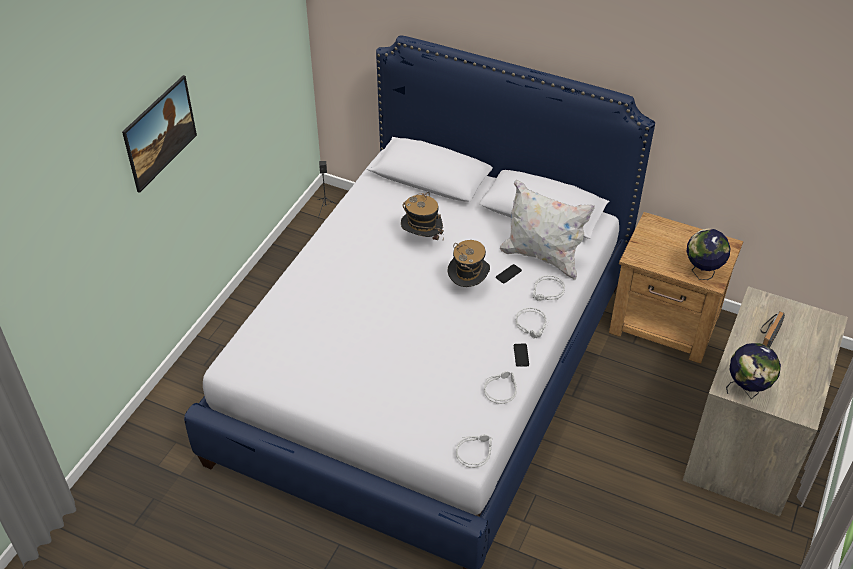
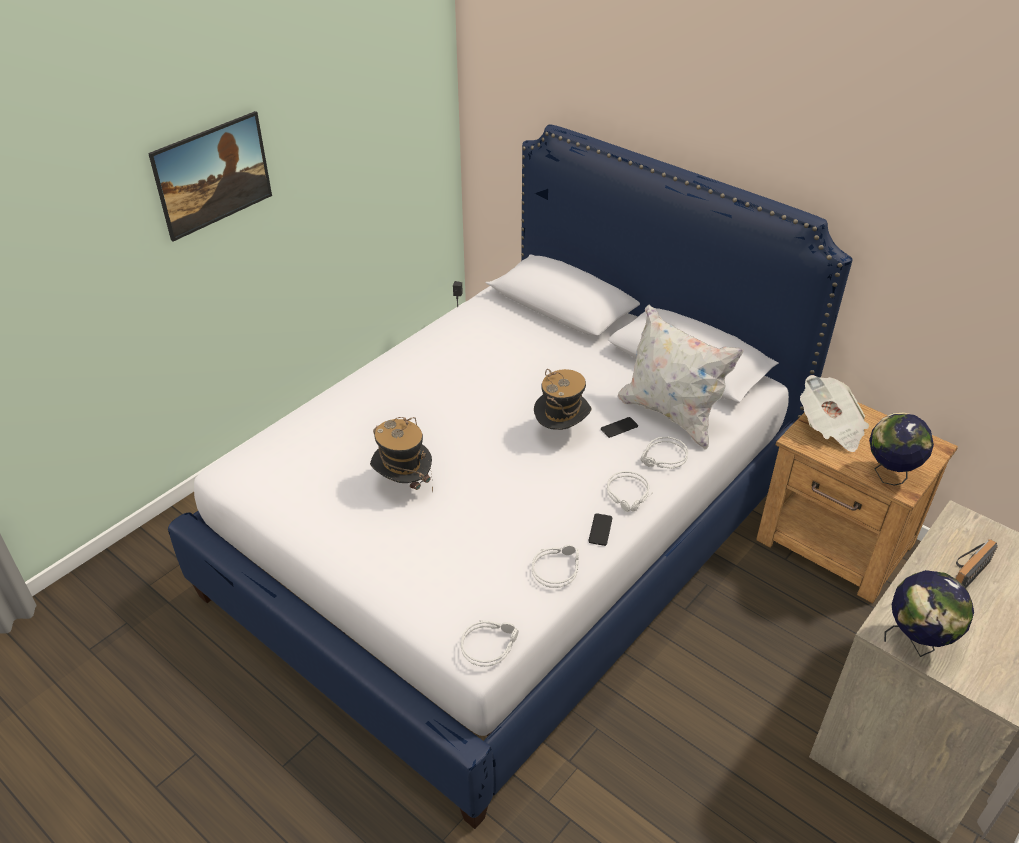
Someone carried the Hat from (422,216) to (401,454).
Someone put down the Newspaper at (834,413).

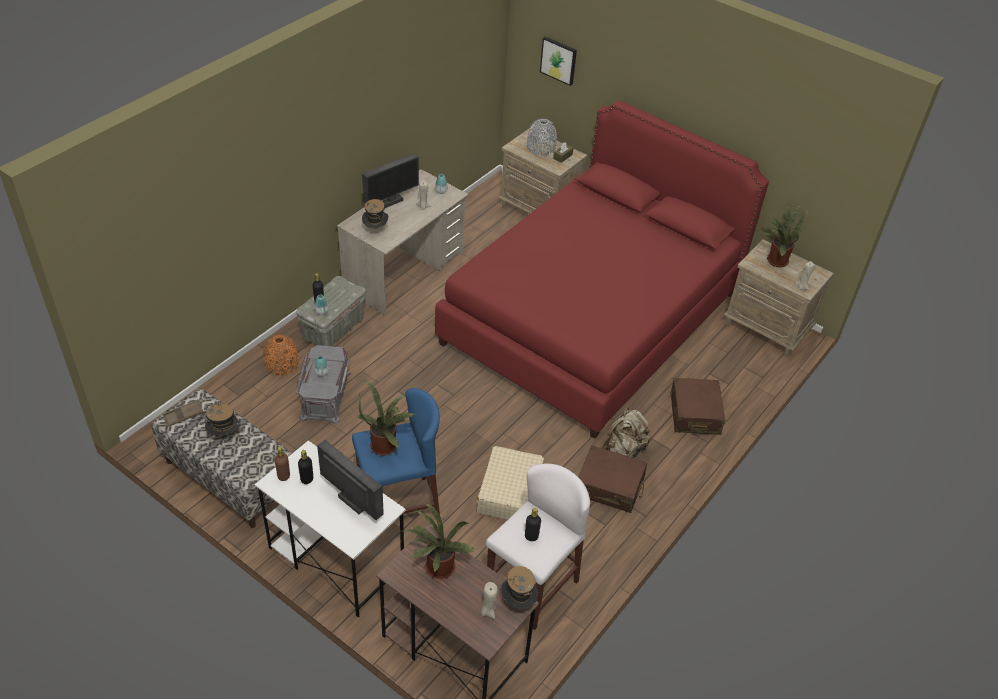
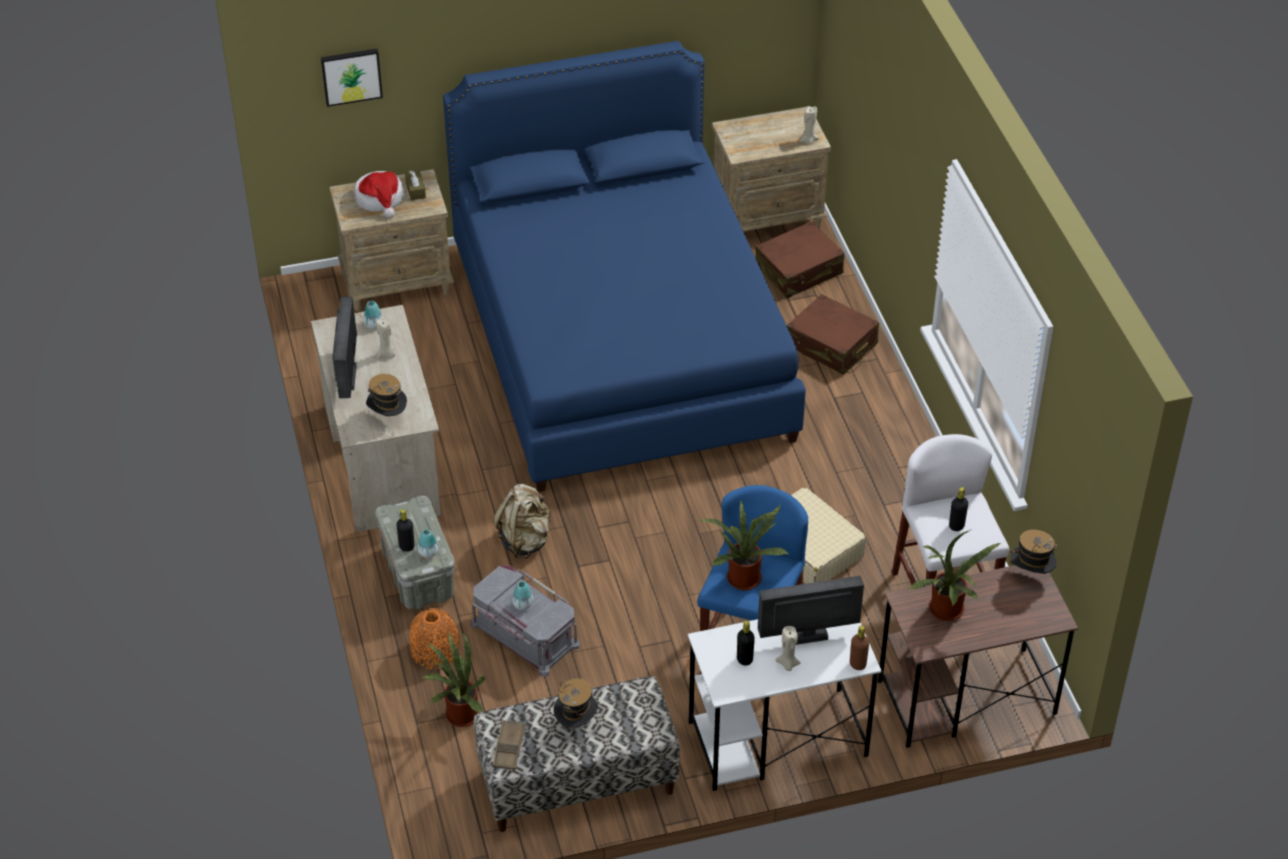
Someone swapped the GreyVase at (542,137) for the Hat at (379,194).
Someone carried the PottedPlant from (785,234) to (453,679).
Someone repainted the RedBed at (602,269), which became the BlueBed at (624,266).
Someone carried the BeigeBackpack from (627,432) to (522,521).
Someone carried the BrownSuitcase from (612,479) to (800,259).
Someone carried the BeigeCandle from (489,600) to (788,648).
Someone carried the BrownBottle from (282,464) to (859,647).

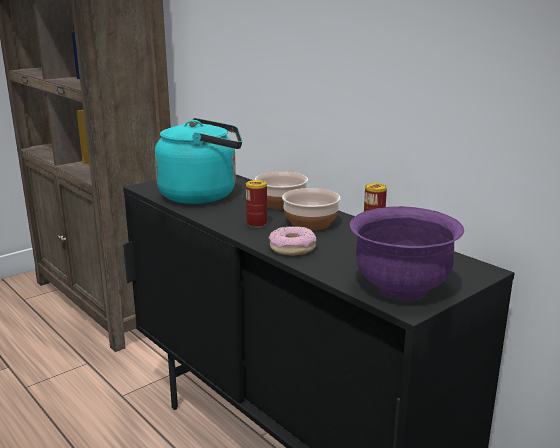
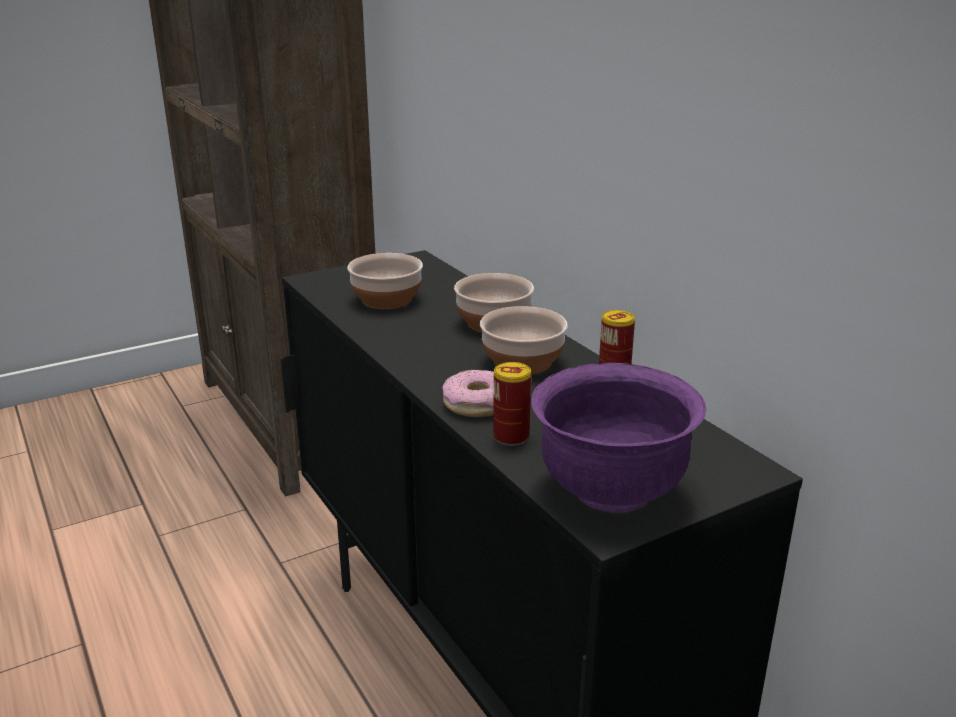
Someone swapped the TurquoiseKettle at (198,161) for the Bowl at (385,281).
Someone carried the Can from (256,204) to (512,404).

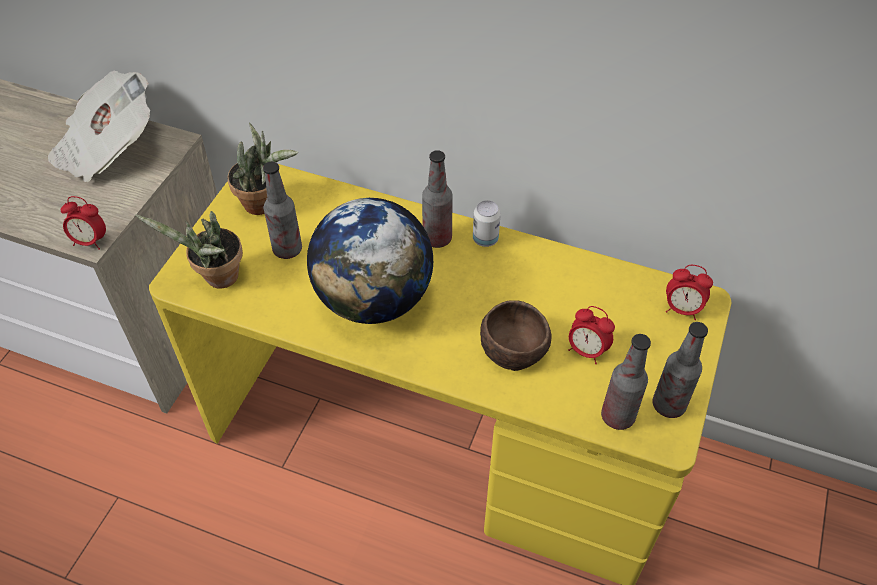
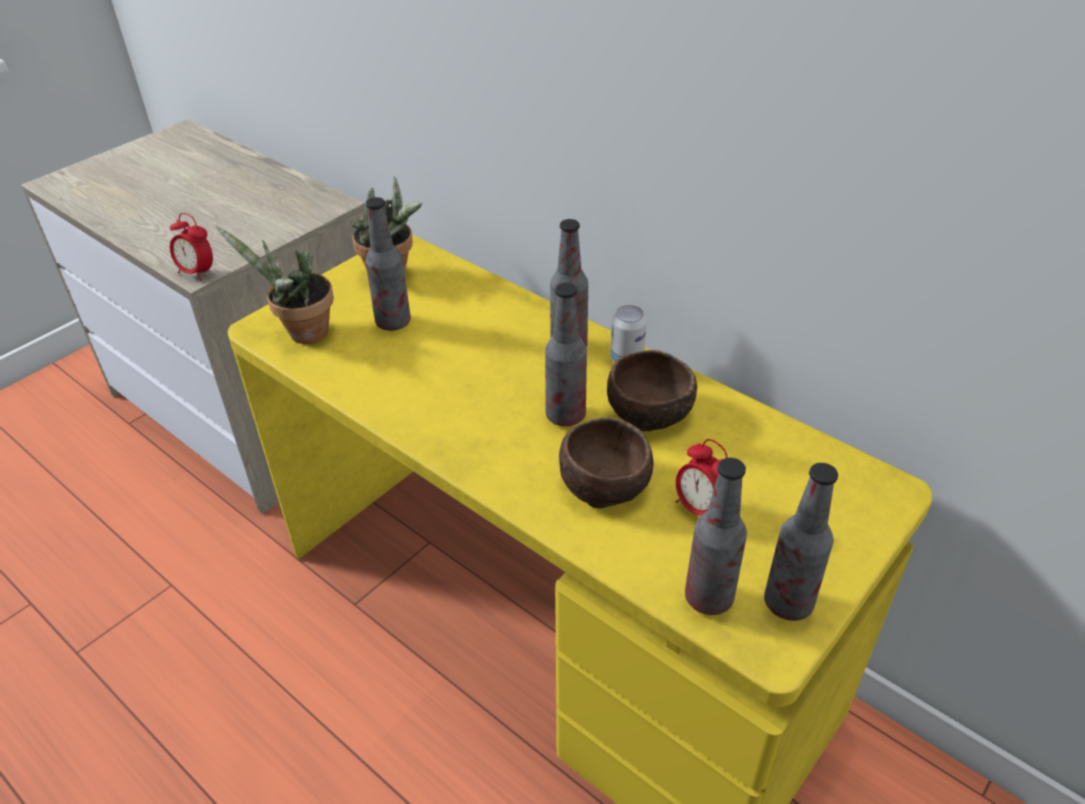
Someone put down the Bottle at (566,354).
Someone put down the BrownBowl at (652,390).
Someone took away the Newspaper at (99,126).
Someone took away the Globe at (370,261).
Someone took away the AlarmClock at (689,292).

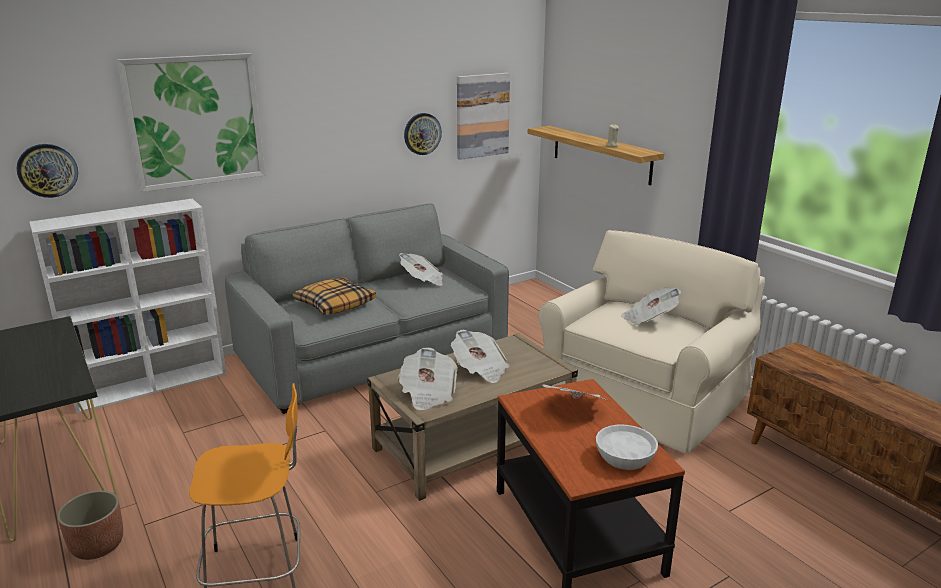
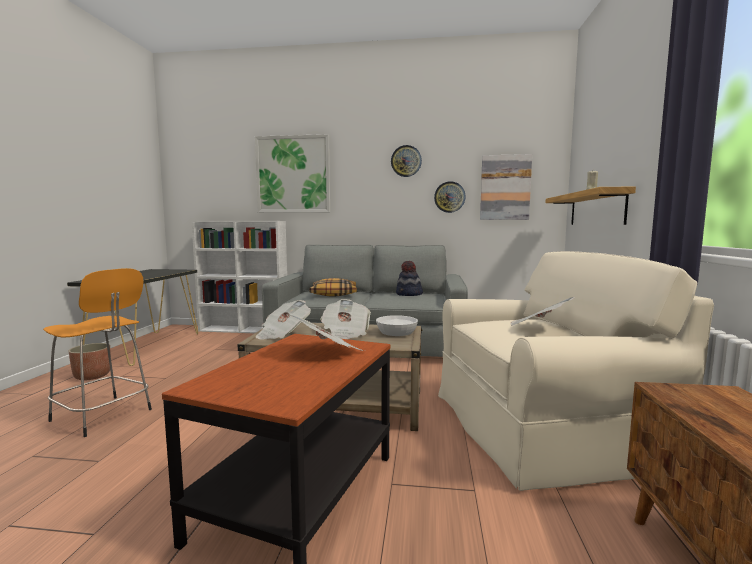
Someone carried the WhiteBowl from (627,447) to (397,325).
Someone carried the WallClock from (47,171) to (406,161).
Someone swapped the Newspaper at (421,269) for the Hat at (409,278).

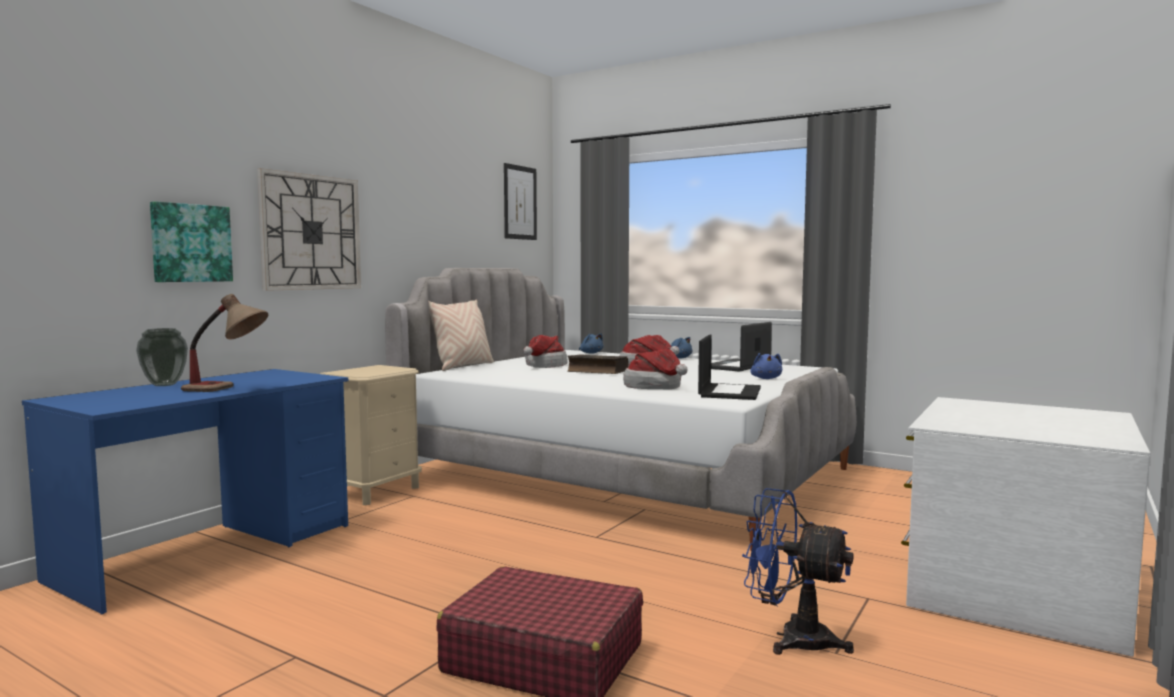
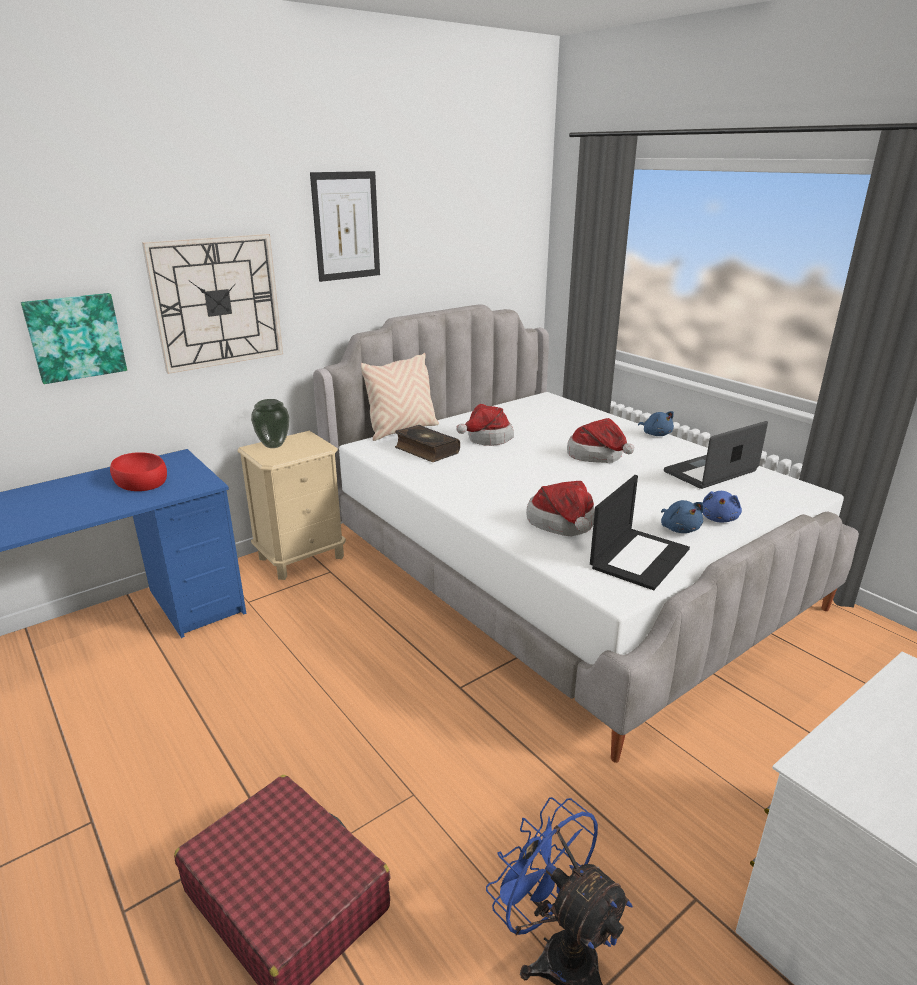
Someone put down the RedBowl at (138,471).
Someone carried the Vase from (162,357) to (270,423).
Someone carried the Picture from (520,201) to (345,226).
Someone carried the Book from (597,364) to (427,443).
Someone carried the BluePlushToy from (591,343) to (682,516).
Someone took away the TableLamp at (224,343).

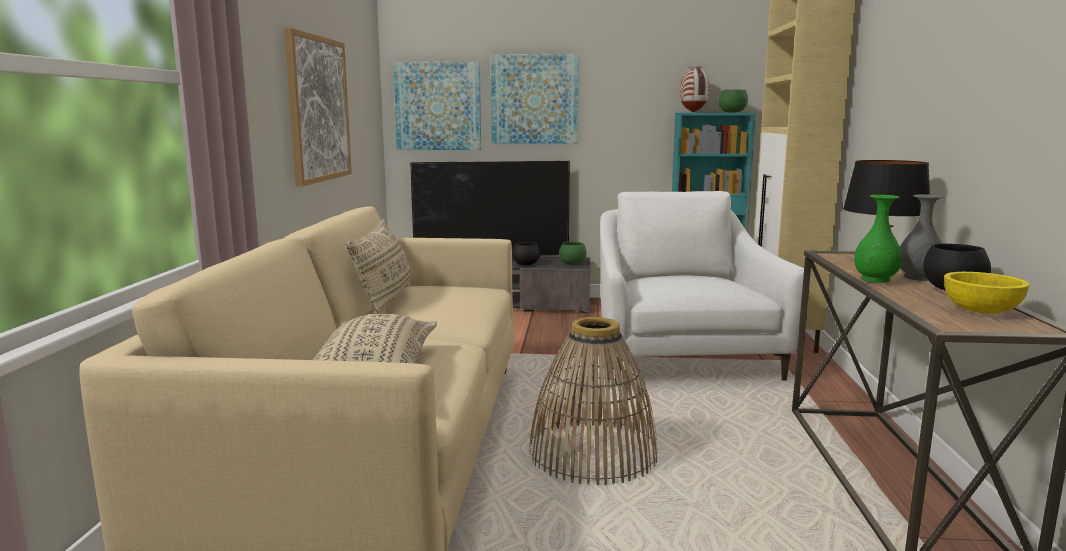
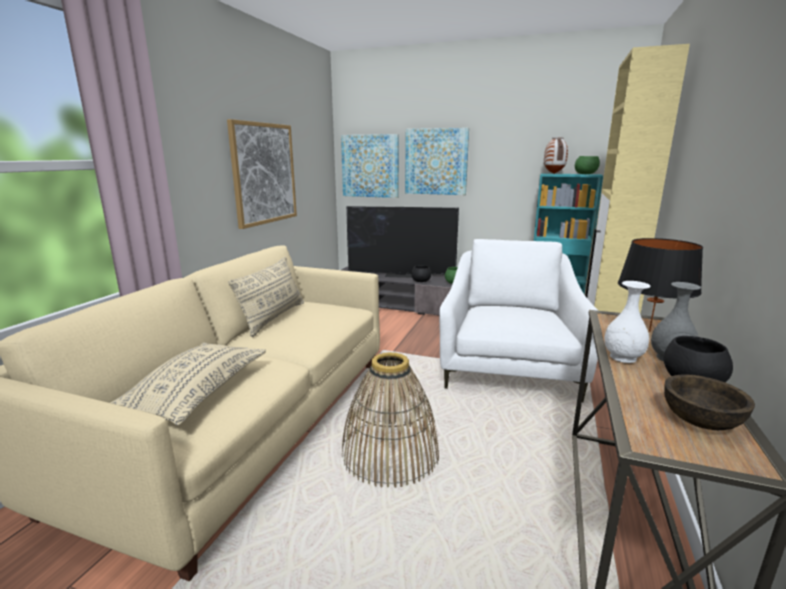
Someone repainted the GreenVase at (878,239), which became the WhiteVase at (627,322).
Someone repainted the YellowBowl at (987,293), which became the BrownBowl at (709,402).

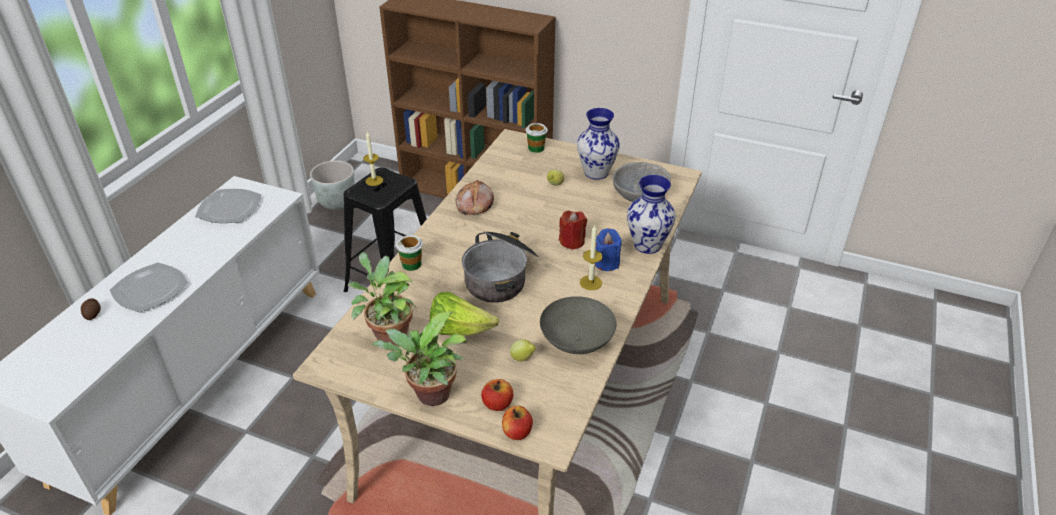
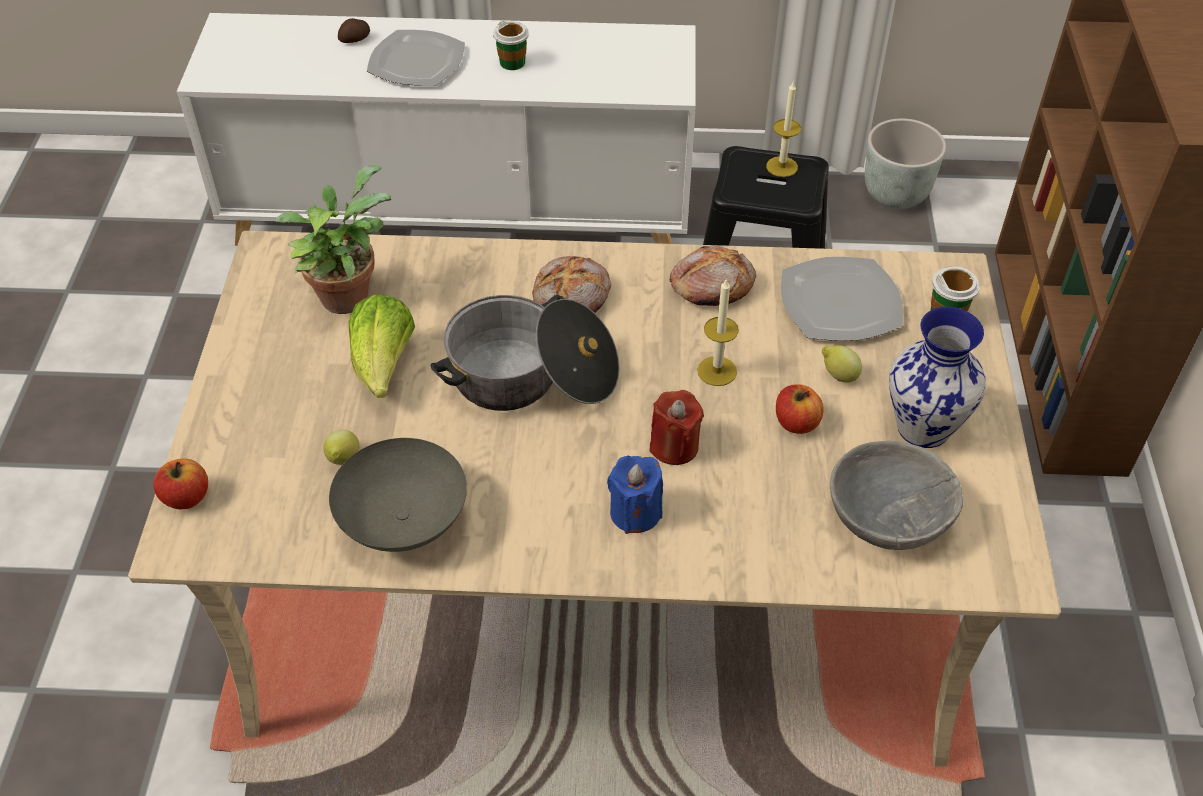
Someone carried the Cup from (409,253) to (511,45).
Someone put down the Bread at (571,284).
Someone carried the Candle from (591,257) to (718,332).
Someone carried the Apple from (497,395) to (800,409).
Someone carried the Plate from (228,206) to (842,299).
Someone took away the PottedPlant at (419,359).
Someone took away the Vase at (651,214).

